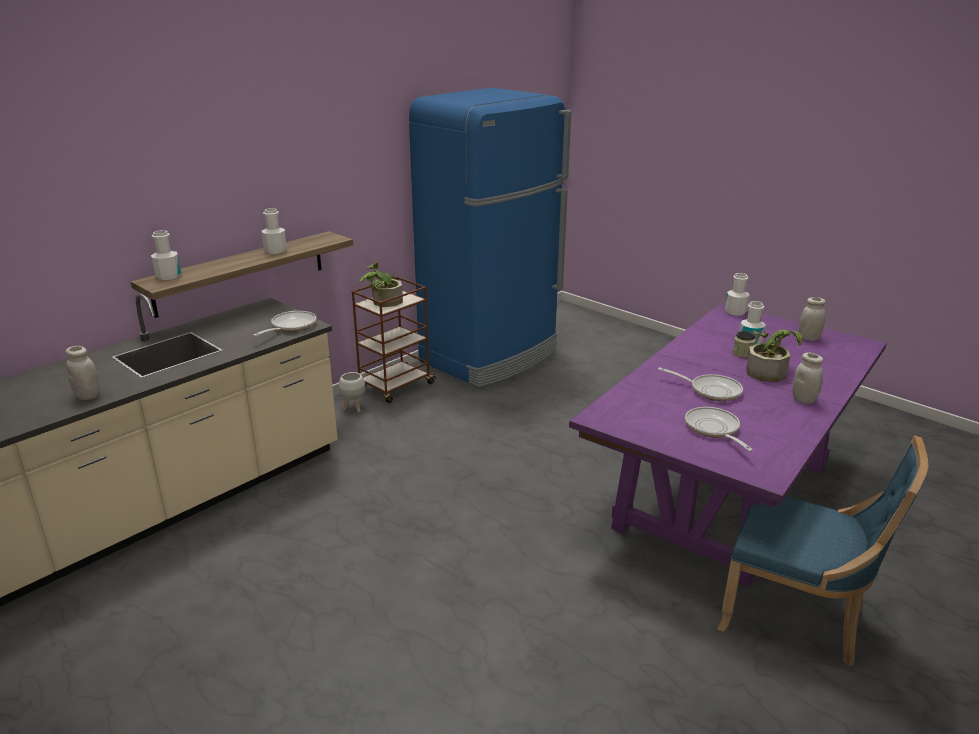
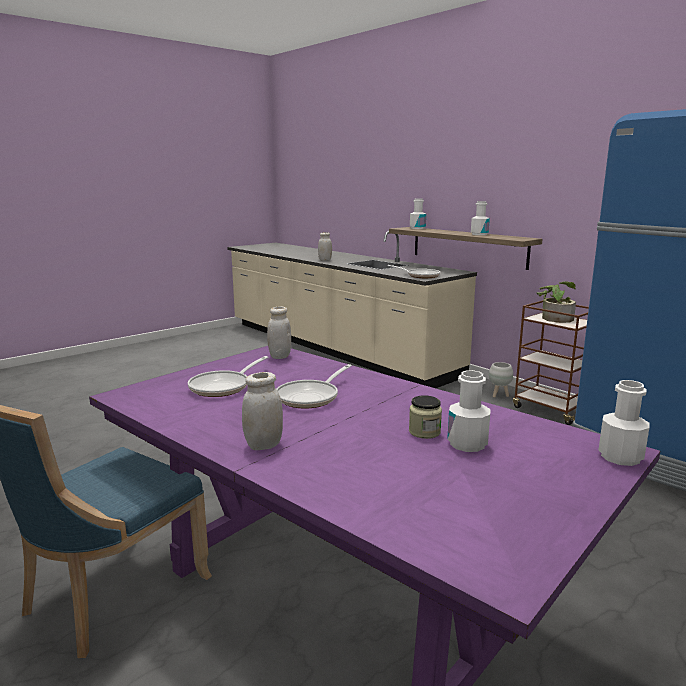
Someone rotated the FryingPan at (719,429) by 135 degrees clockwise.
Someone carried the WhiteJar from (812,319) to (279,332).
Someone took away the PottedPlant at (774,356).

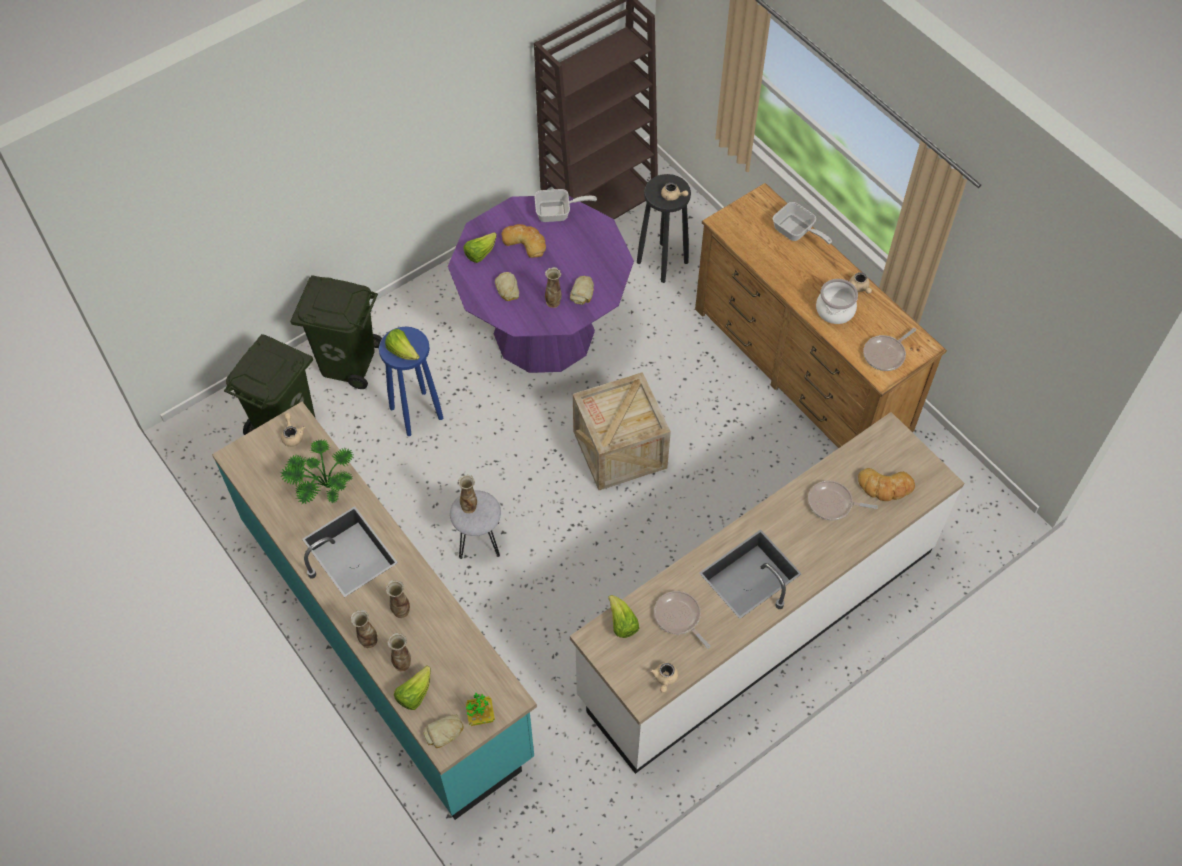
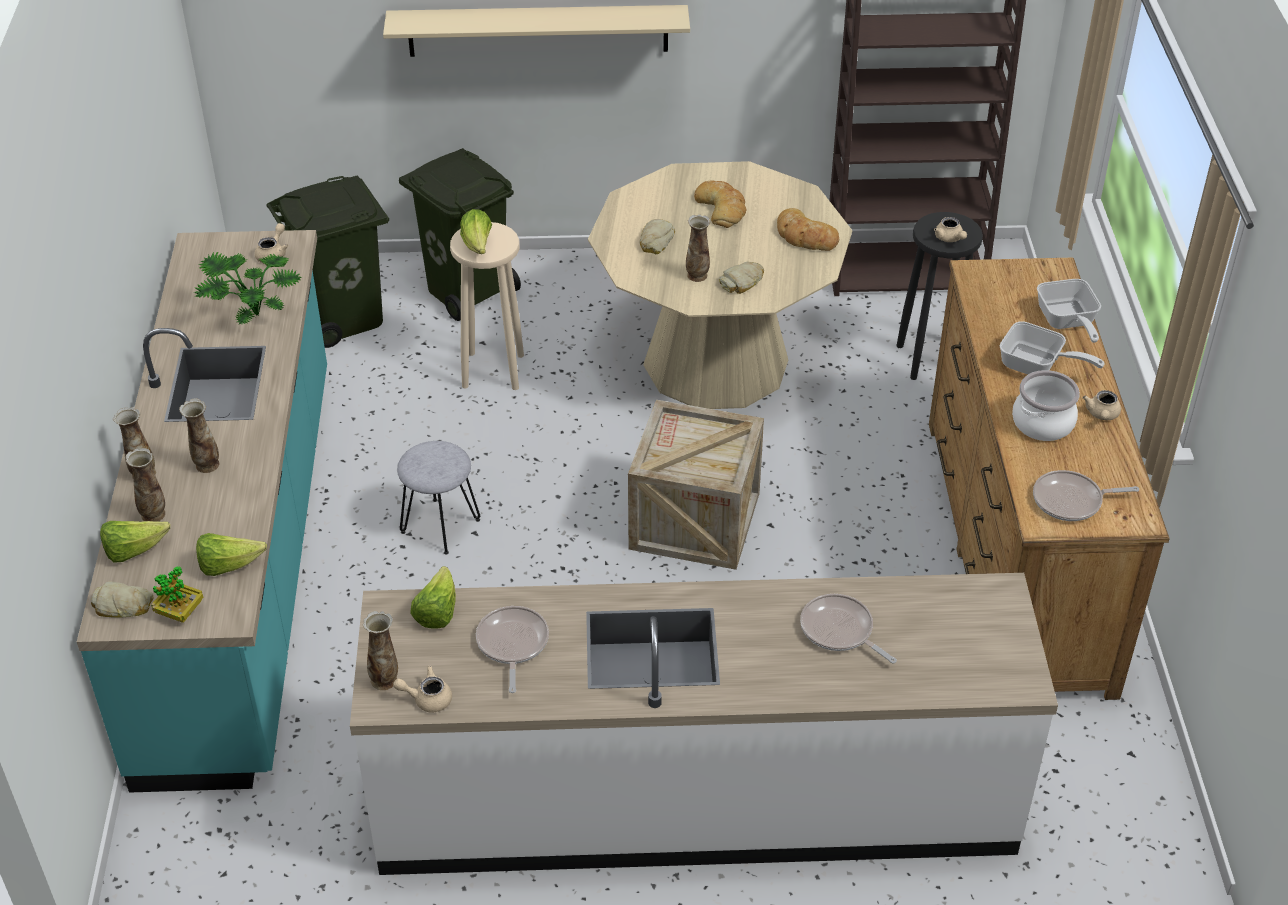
Someone carried the Lettuce from (480,247) to (231,554).
Someone carried the Vase from (468,494) to (380,650).
Someone put up the BeigeShelf at (536,31).
Someone rotated the BeigeTeapot at (663,677) by 45 degrees clockwise.
Someone repainted the BlueStool at (411,381), which became the BeigeStool at (487,306).
Someone repainted the PurpleDiningTable at (541,284), which became the BeigeDiningTable at (720,285).
Someone carried the Bread from (886,484) to (808,229).
Someone carried the FryingPan from (565,205) to (1052,348).

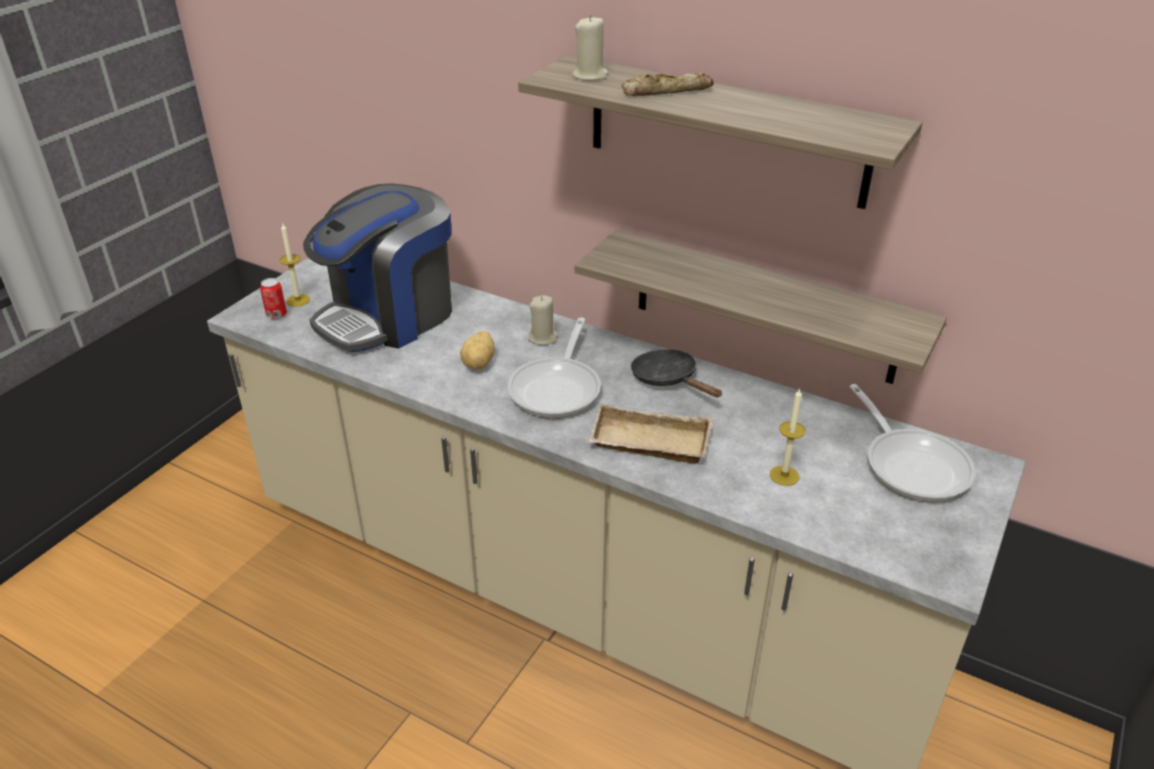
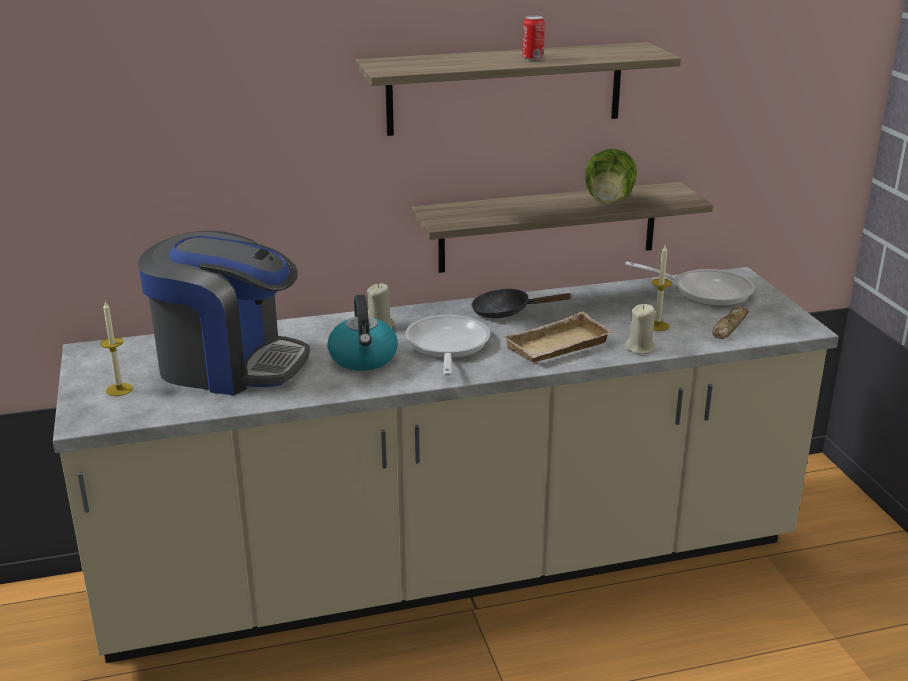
Someone rotated the CoffeeMachine at (377,267) by 75 degrees counterclockwise.
Someone swapped the Potato at (477,350) for the Kettle at (362,333).
Someone rotated the FryingPan at (554,367) by 150 degrees counterclockwise.
Someone carried the Can from (273,298) to (533,38).
Someone put down the Lettuce at (611,176).
Someone carried the BeigeCandle from (590,48) to (640,329).
Someone carried the Bread from (667,84) to (730,322).

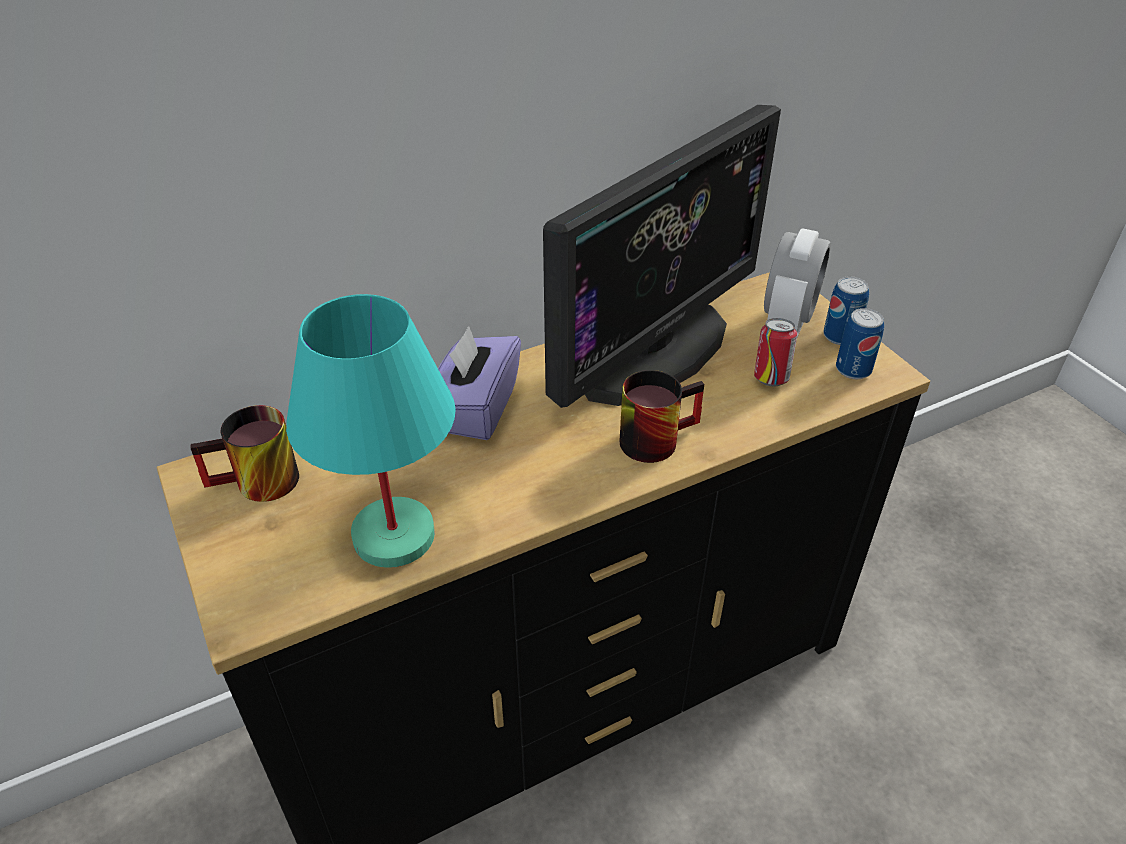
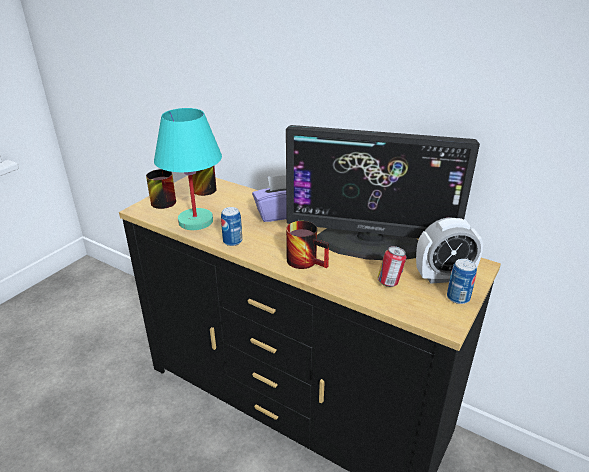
Someone put down the Mug at (161,189).
Someone carried the Can from (860,343) to (231,226).

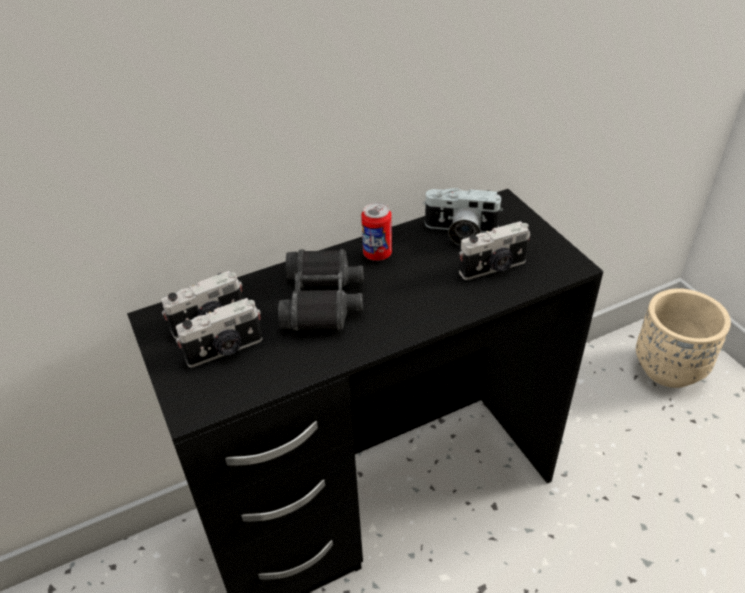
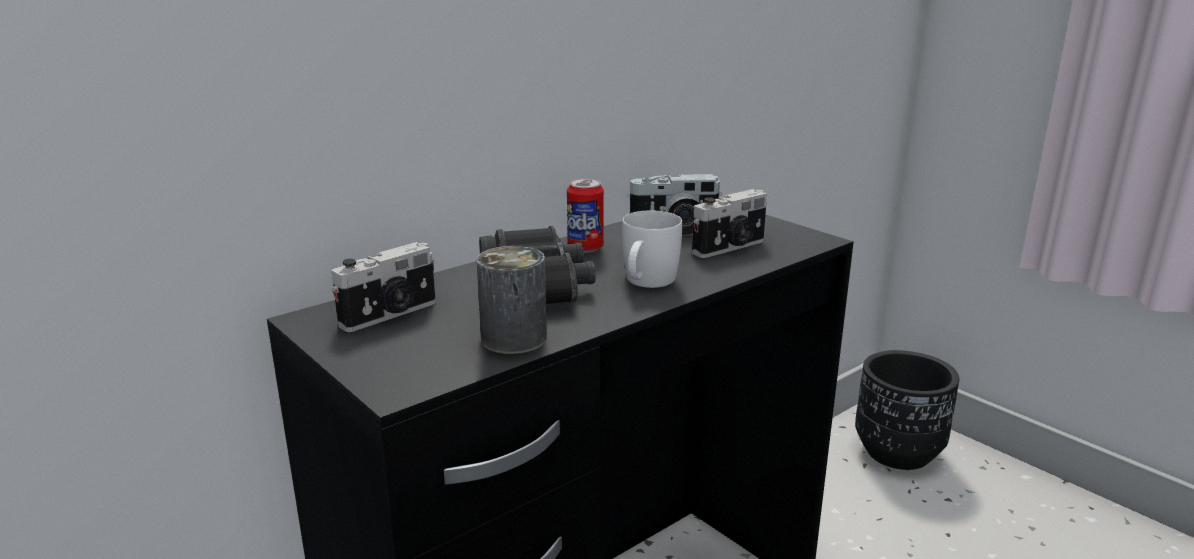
Someone put down the Can at (511,300).
Someone put down the WhiteMug at (652,249).
Someone repainted the BeigePlanter at (683,338), which became the BlackPlanter at (907,410).
Someone took away the PhotoCamera at (219,332).

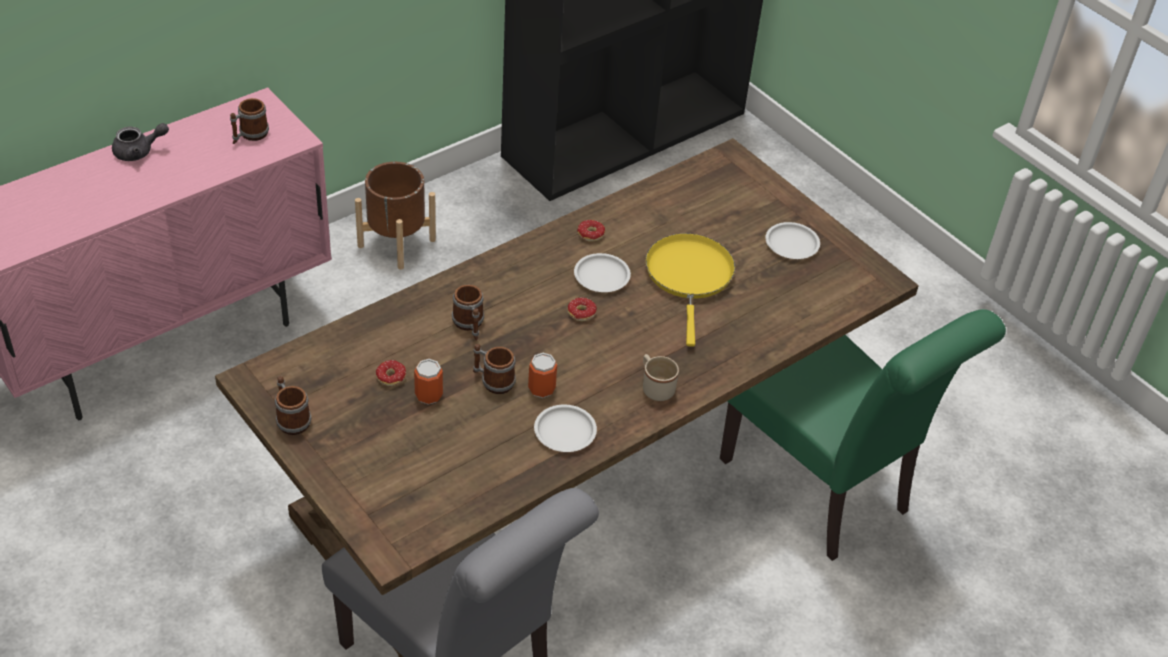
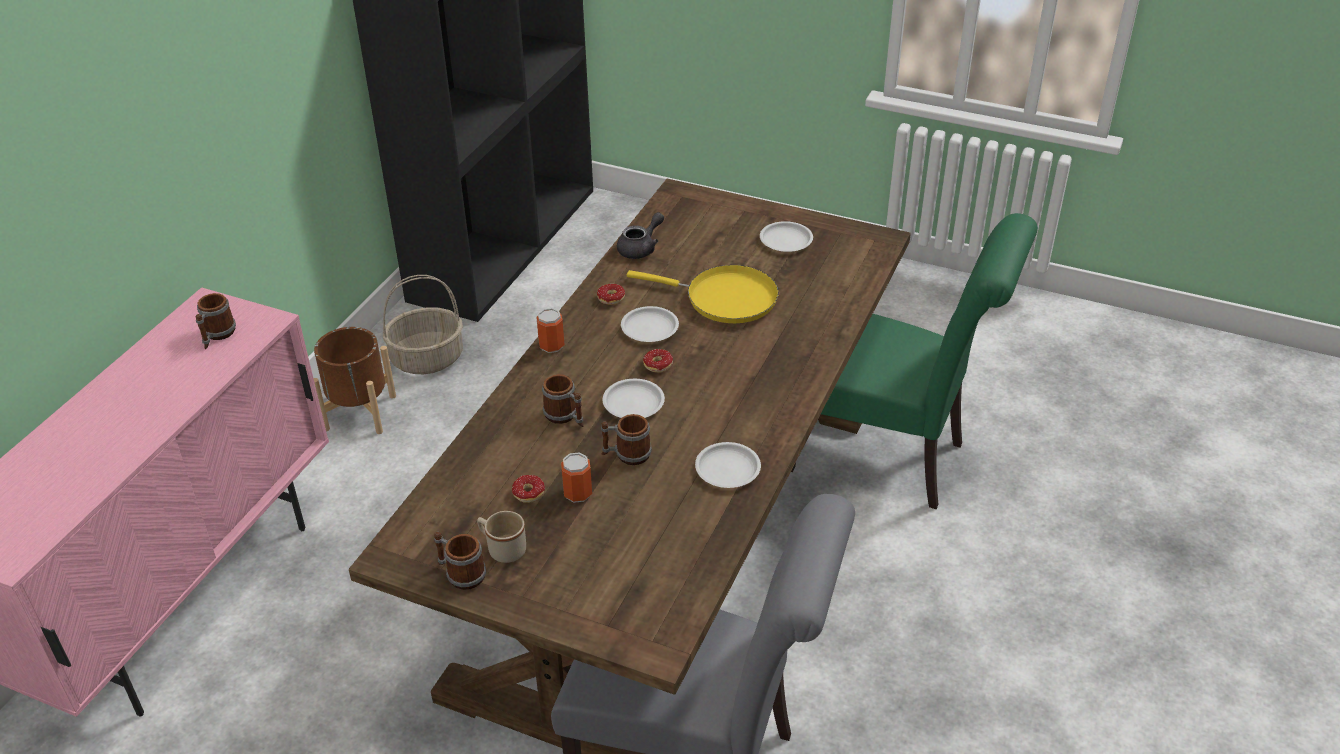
Someone put down the Basket at (423,324).
Someone carried the BeigeMug from (661,377) to (501,537).
Someone carried the Can from (542,375) to (550,330).
Someone put down the WhitePlate at (634,398).
Someone carried the GreyTeapot from (140,142) to (640,235).
Someone rotated the YellowFryingPan at (690,290) by 135 degrees clockwise.

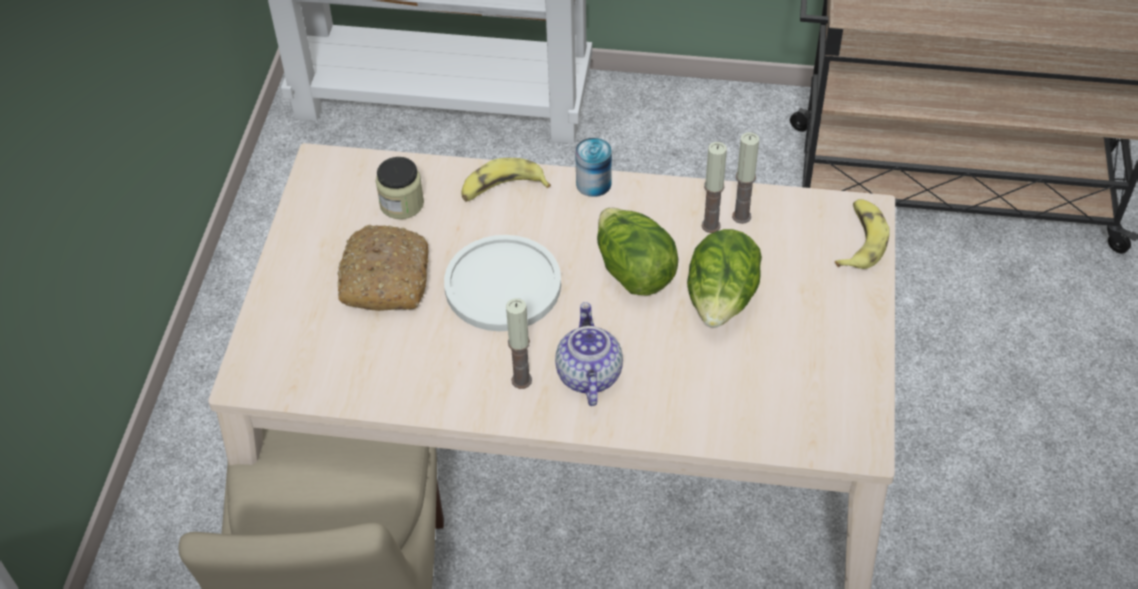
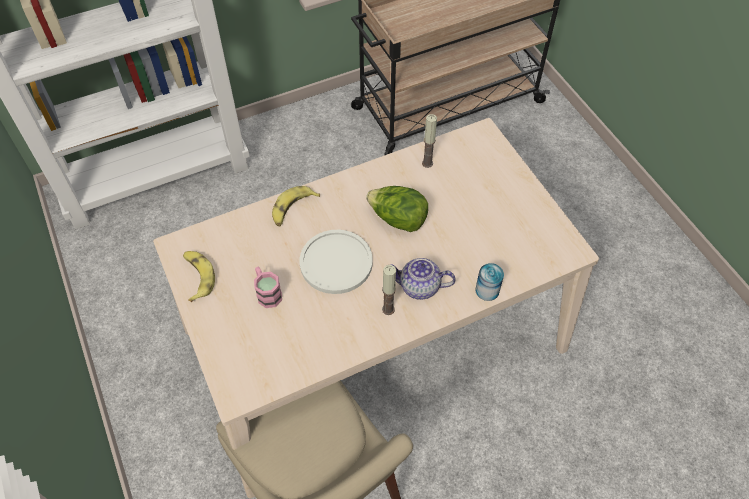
Someone carried the Banana from (862,234) to (199,276).
Someone swapped the Bread at (383,268) for the PinkMug at (268,287).
Someone rotated the Teapot at (589,354) by 45 degrees counterclockwise.
Someone carried the Can from (593,167) to (490,282).
Someone took away the Jar at (400,188).
Someone took away the Lettuce at (724,278).
Someone took away the Candle at (714,187).

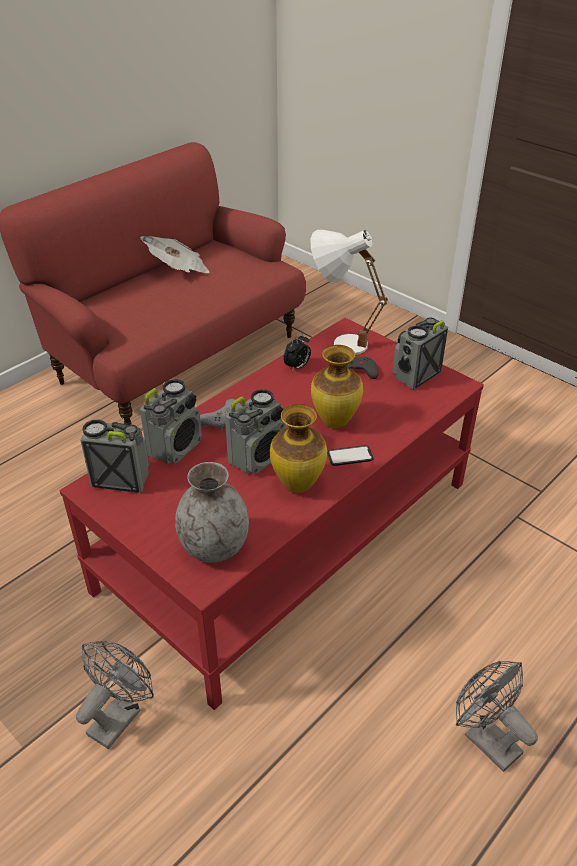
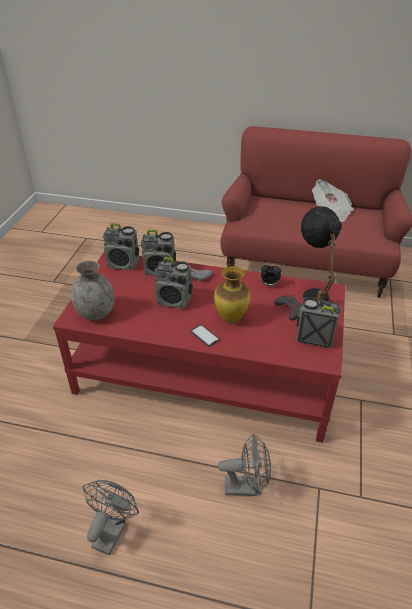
Someone rotated the Radio at (114,456) by 120 degrees clockwise.
Someone carried the GreyFan from (115,694) to (244,464).
Someone repainted the WhiteTableLamp at (349,292), which became the BlackTableLamp at (321,253).
Someone took away the Vase at (298,448).

